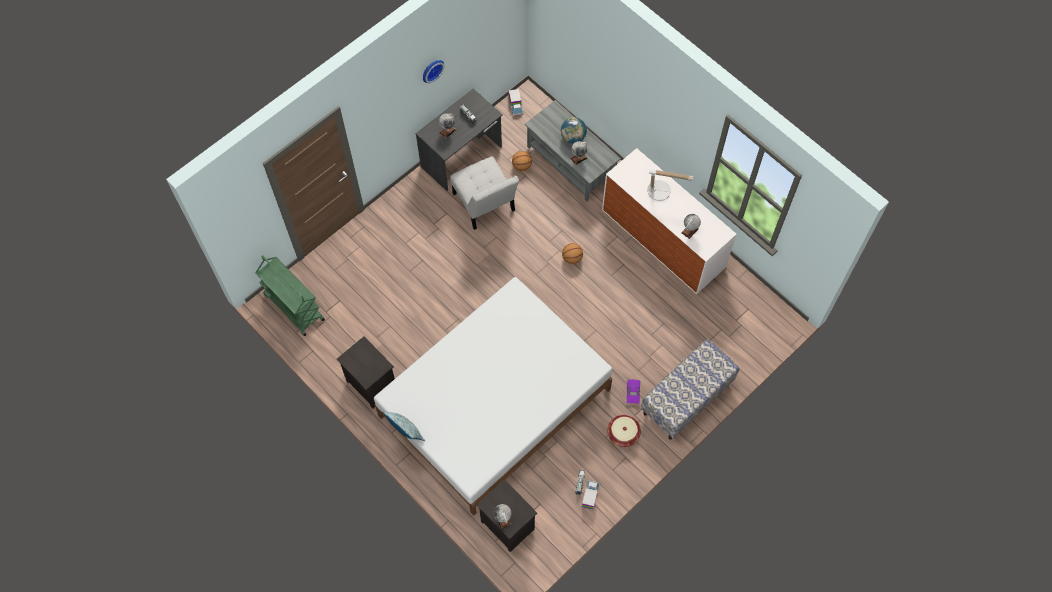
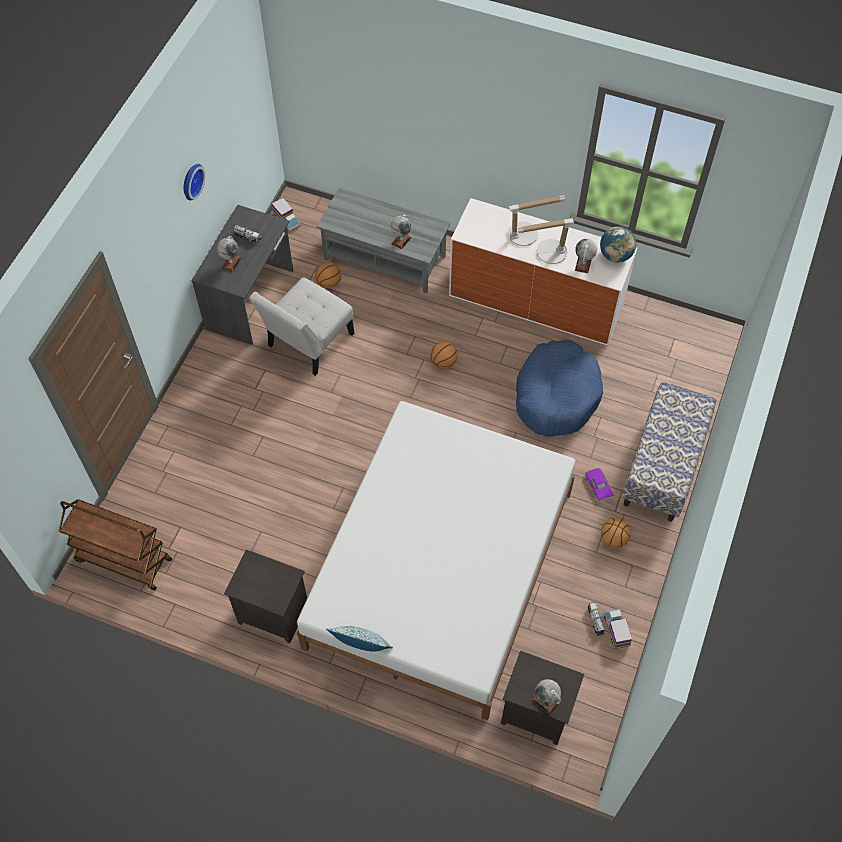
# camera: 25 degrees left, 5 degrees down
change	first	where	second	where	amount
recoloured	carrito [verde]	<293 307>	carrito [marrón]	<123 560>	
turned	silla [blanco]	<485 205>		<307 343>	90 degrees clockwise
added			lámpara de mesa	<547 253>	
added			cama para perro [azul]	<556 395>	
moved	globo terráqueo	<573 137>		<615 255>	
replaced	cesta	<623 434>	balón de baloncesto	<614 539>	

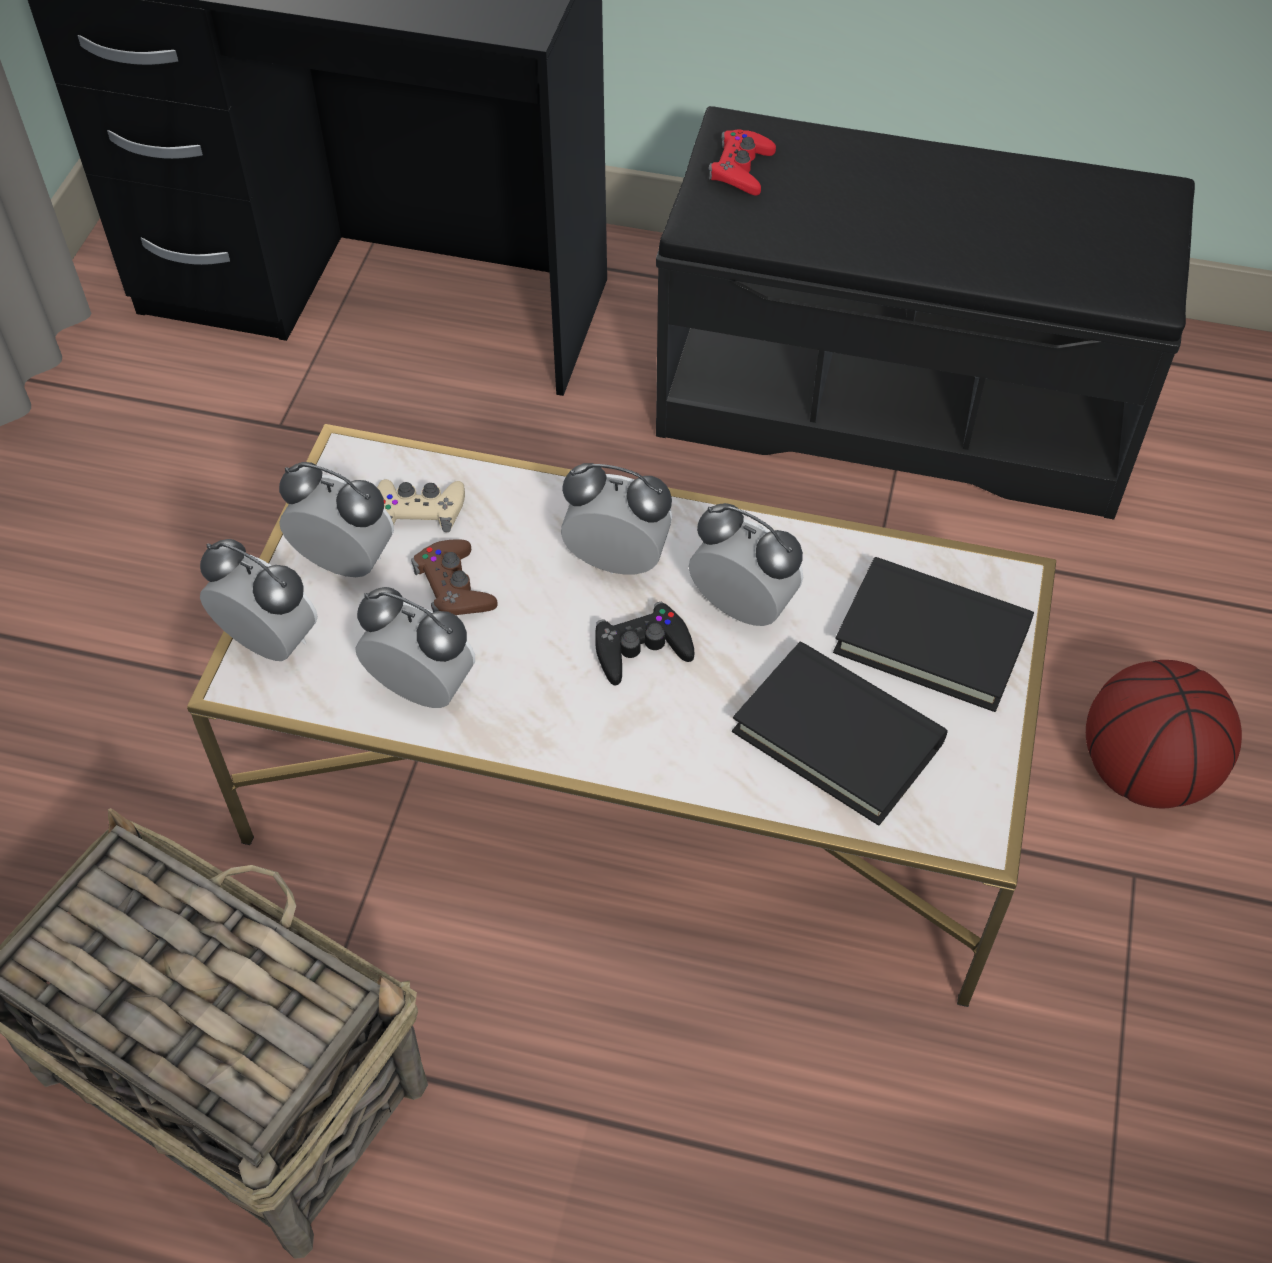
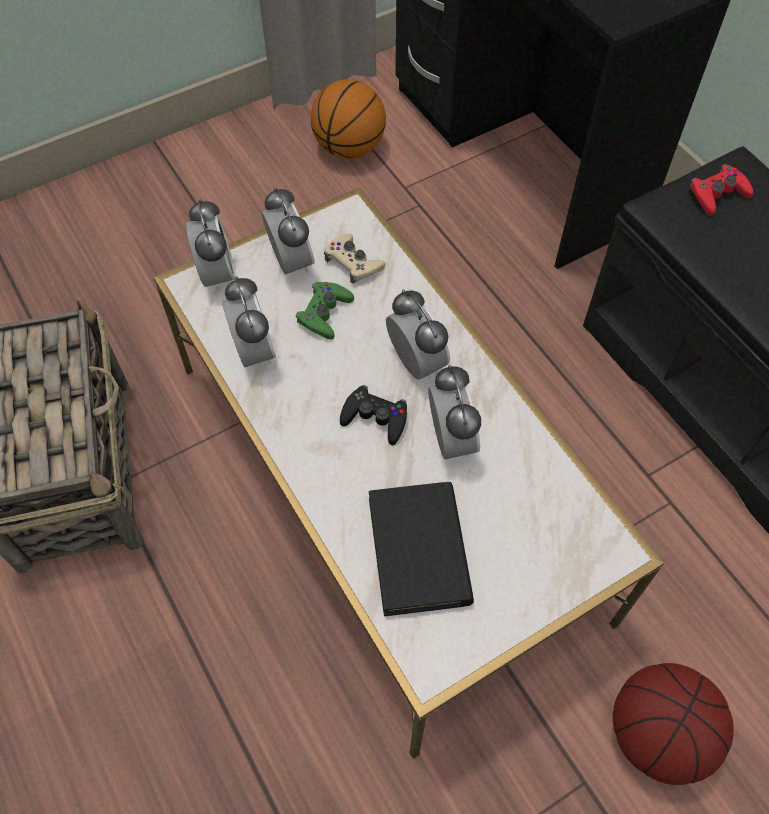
# camera: 45 degrees right, 5 degrees up
change	first	where	second	where	amount
recoloured	mando de consola [marrón]	<454 587>	mando de consola [verde]	<325 313>	
added			balón de baloncesto	<350 148>	
removed	libro [negro]	<932 639>			

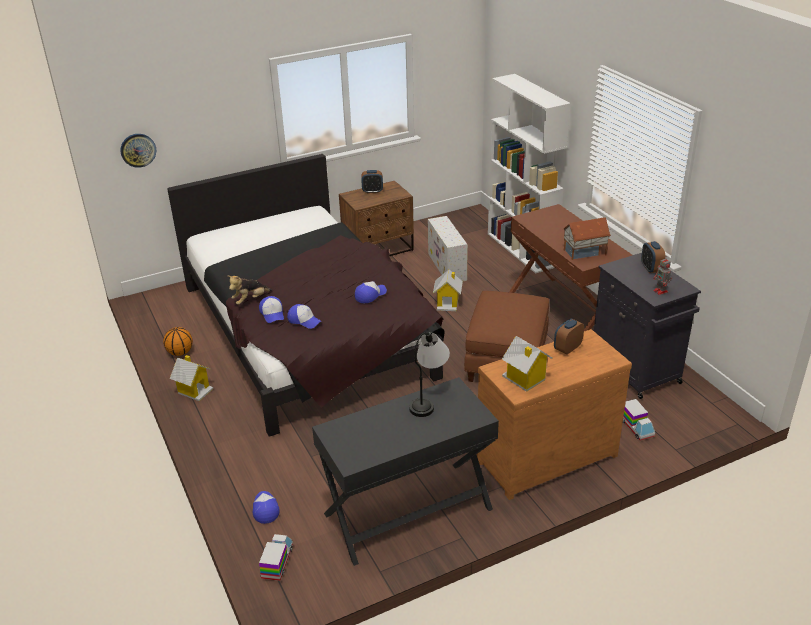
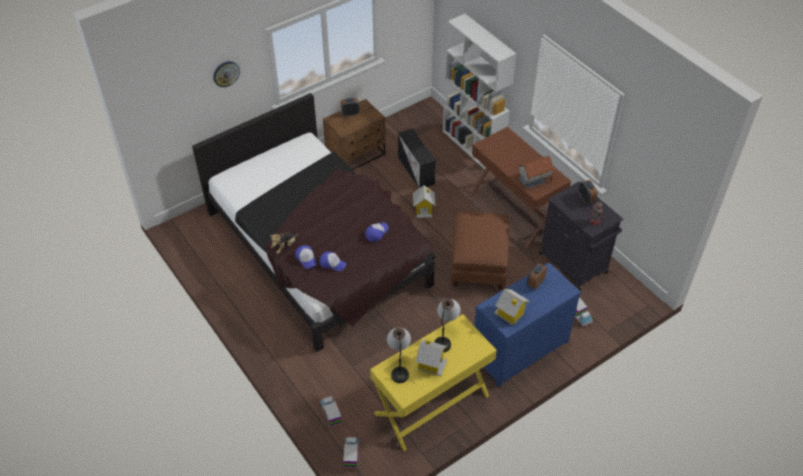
# camera: 10 degrees left, 15 degrees up
change	first	where	second	where	amount
moved	reloj de pared	<138 150>		<226 73>	
replaced	gorra	<265 509>	camión de juguete	<331 414>	
recoloured	escritorio [negro]	<408 512>	escritorio [amarillo]	<432 405>	
added			lámpara de mesa	<399 365>	
recoloured	caja de almacenaje [blanco]	<447 267>	caja de almacenaje [negro]	<416 171>	
moved	casita	<194 390>		<431 364>	
recoloured	cómoda [marrón]	<543 456>	cómoda [azul]	<517 347>	
removed	balón de baloncesto	<180 352>			

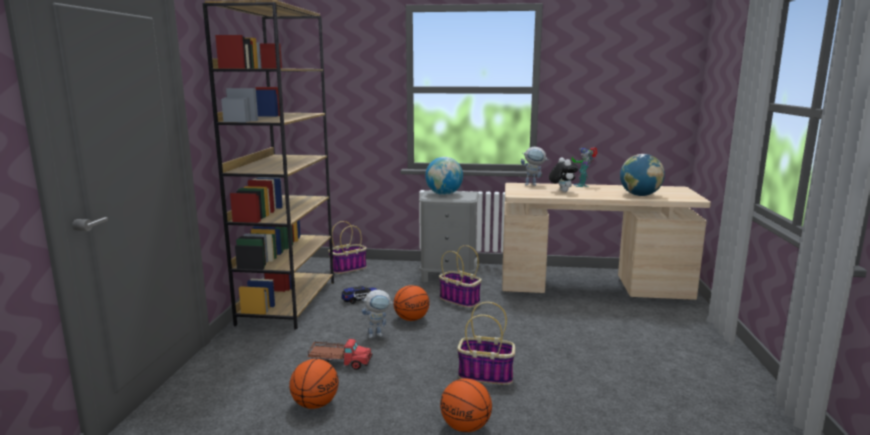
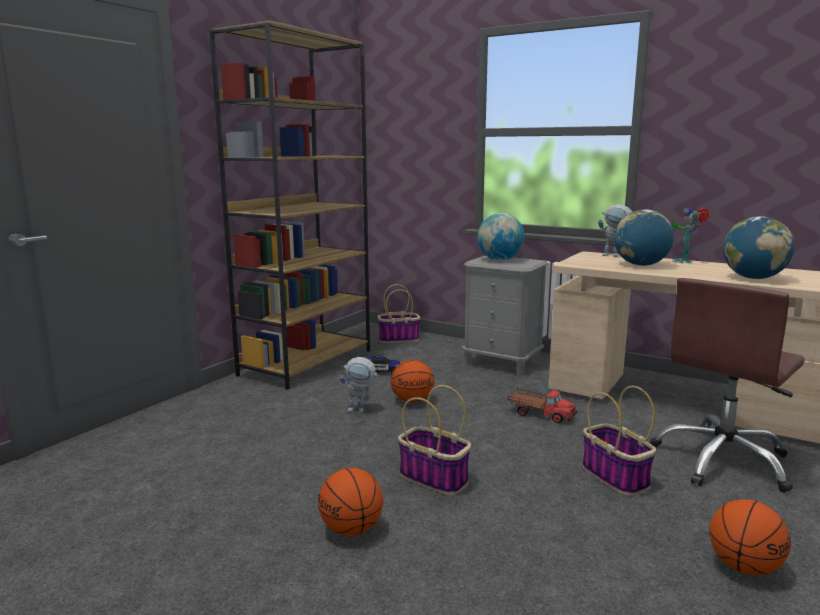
# camera: 25 degrees right, 0 degrees up
change	first	where	second	where	amount
moved	camión de juguete	<339 362>		<540 414>	
moved	cesta	<460 300>		<616 477>	
replaced	peluche	<561 191>	globo terráqueo	<641 265>	
added			silla de oficina [marrón]	<722 460>	
moved	balón de baloncesto	<315 404>		<744 566>	

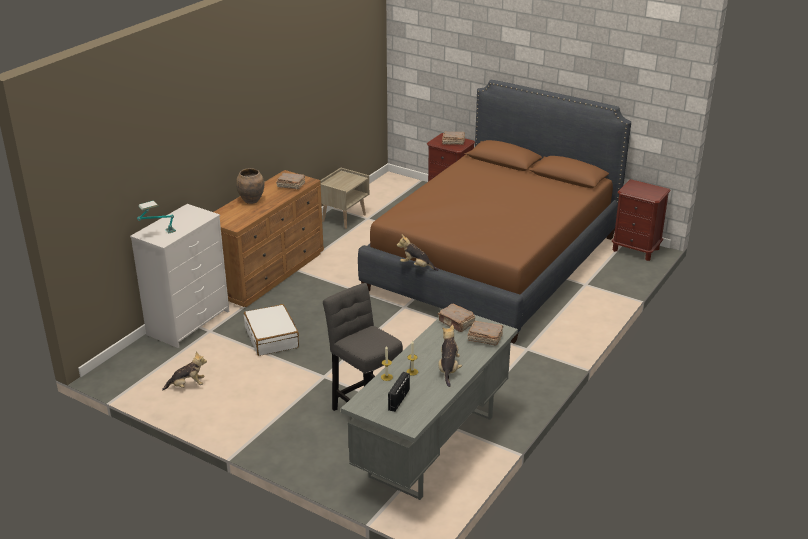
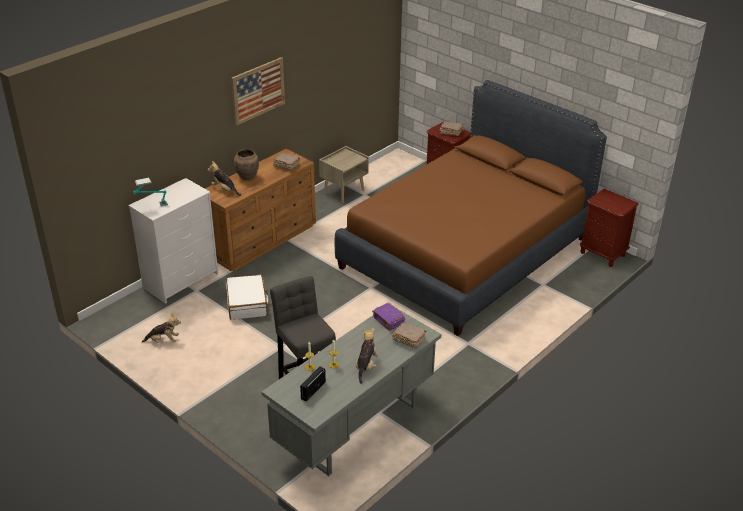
# camera: 10 degrees right, 5 degrees up
change	first	where	second	where	amount
moved	peluche	<416 266>		<225 190>	
added			cuadro	<258 90>	
recoloured	libro [marrón]	<456 323>	libro [morado]	<388 321>	

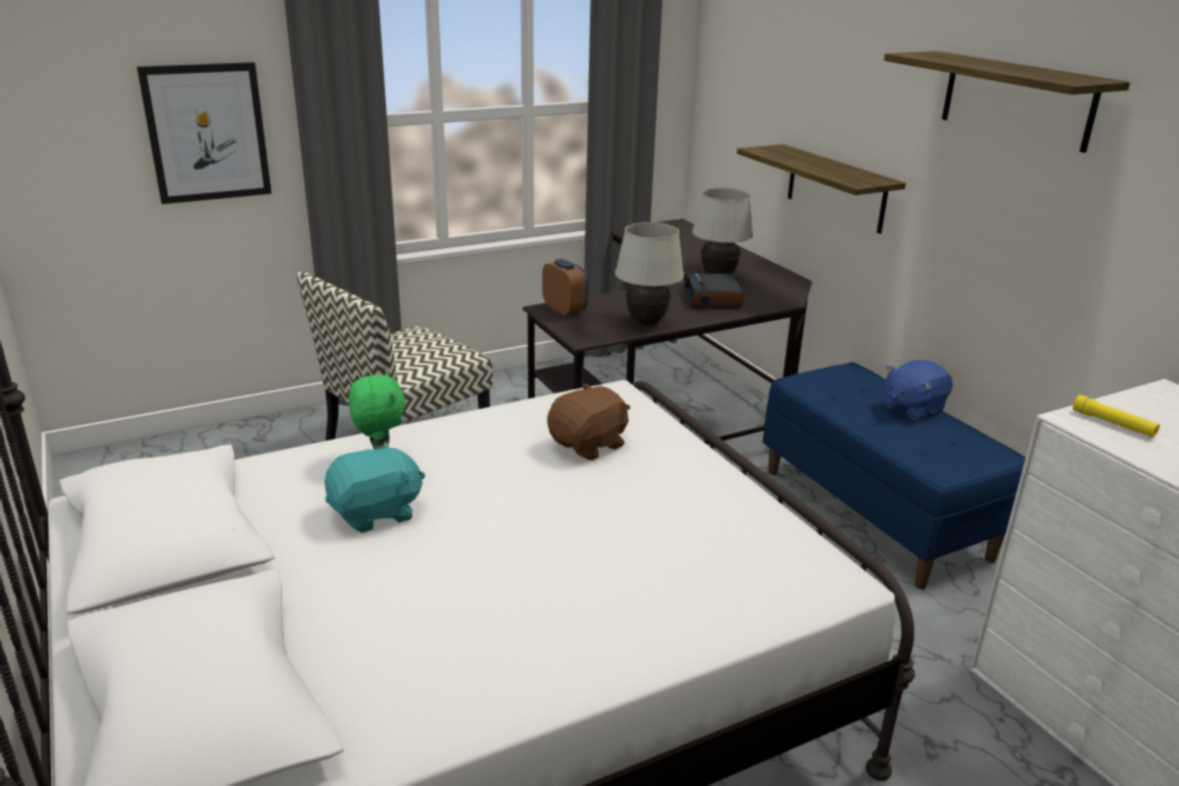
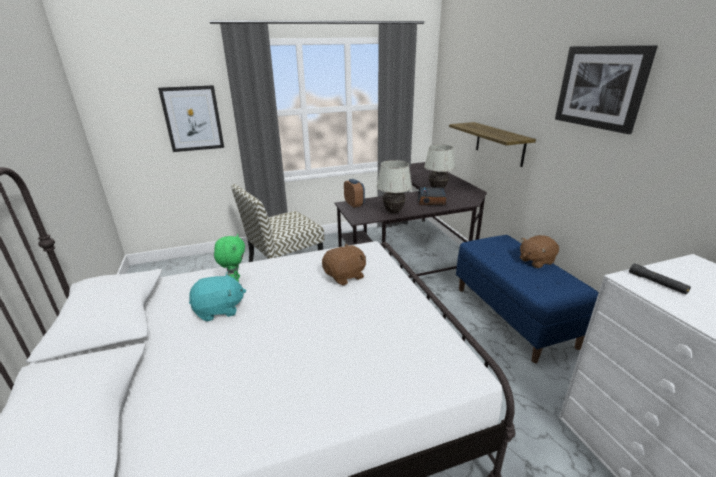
# camera: 10 degrees right, 0 degrees up
change	first	where	second	where	amount
recoloured	peluche [azul]	<912 408>	peluche [marrón]	<535 261>	
replaced	estante	<1016 100>	cuadro	<600 87>	
recoloured	linterna [amarillo]	<1113 424>	linterna [negro]	<657 283>	

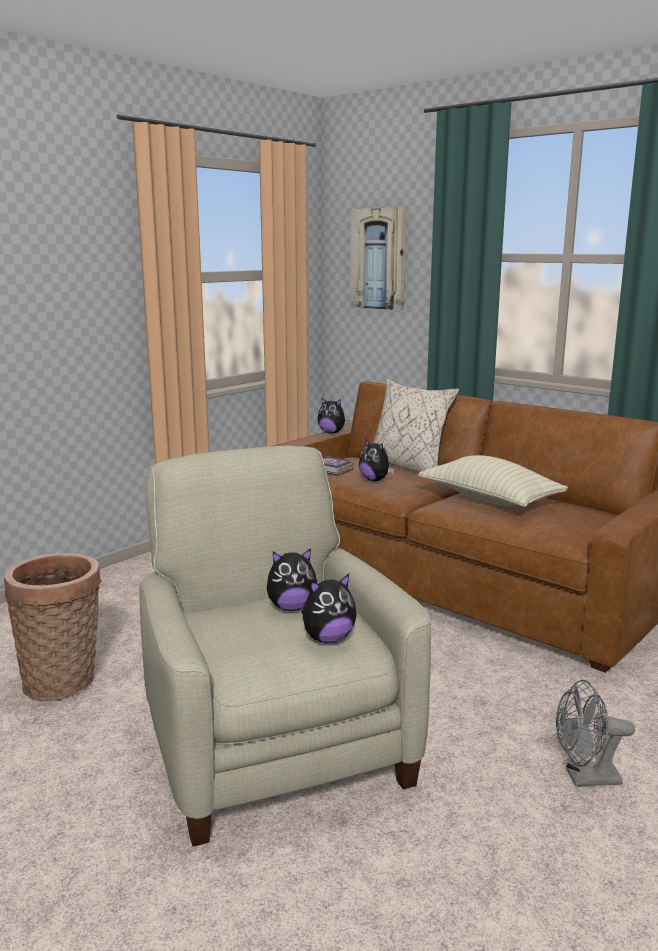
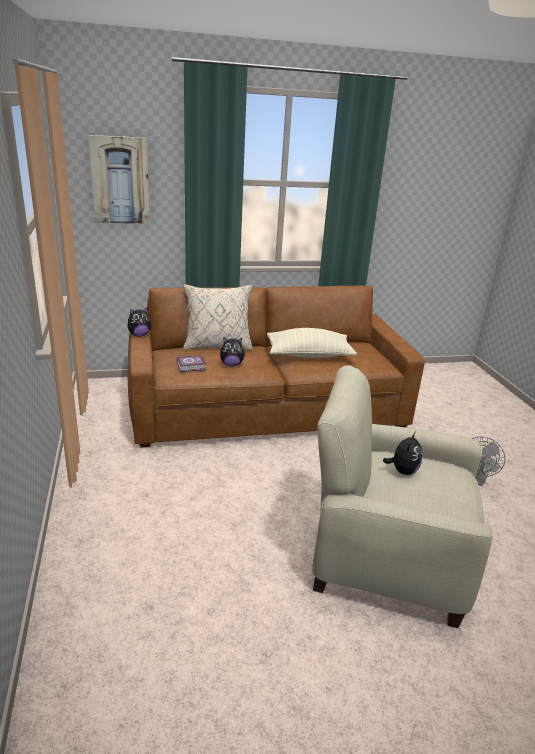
# camera: 55 degrees left, 10 degrees up
change	first	where	second	where	amount
removed	cesta	<64 681>			
removed	peluche	<328 639>			

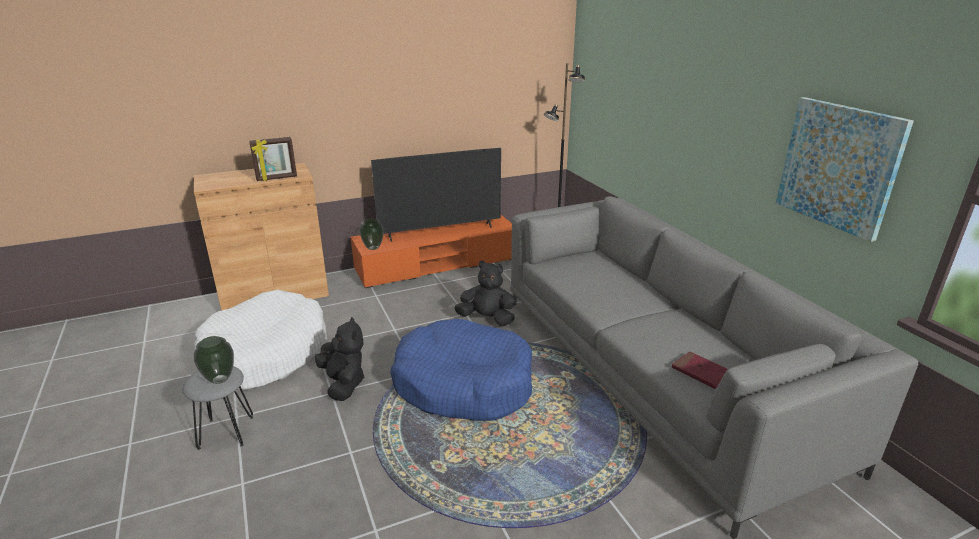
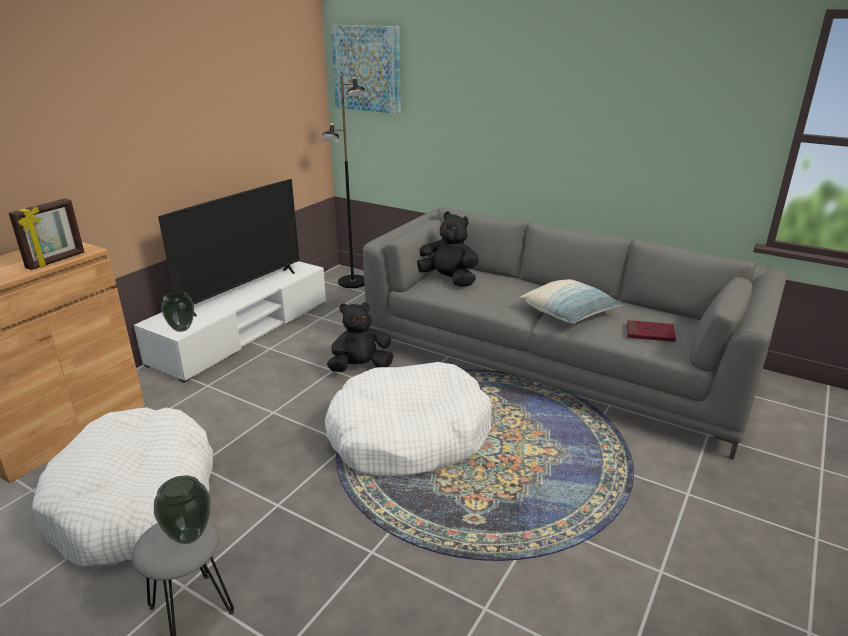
# camera: 35 degrees left, 0 degrees up
change	first	where	second	where	amount
recoloured	mueble de televisión [naranja]	<437 264>	mueble de televisión [blanco]	<243 331>	
recoloured	cama para perro [azul]	<463 384>	cama para perro [blanco]	<408 436>	
moved	cuadro	<839 166>		<367 68>	
moved	peluche [negro]	<343 384>		<447 280>	
added			cojín	<569 313>	

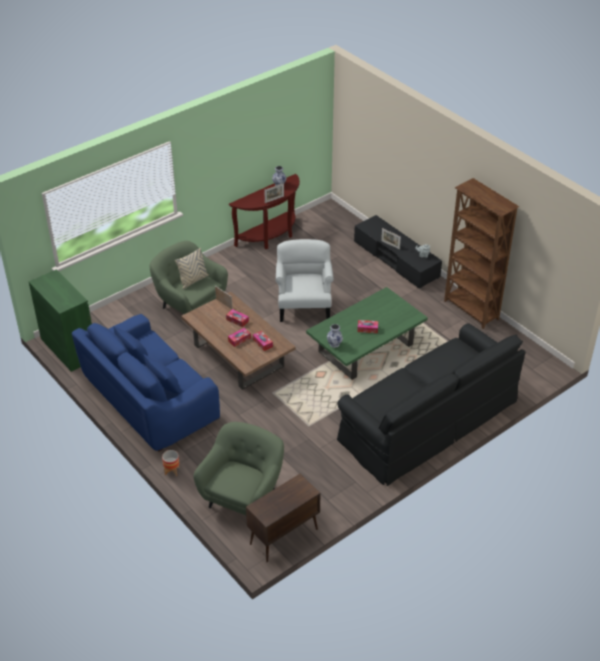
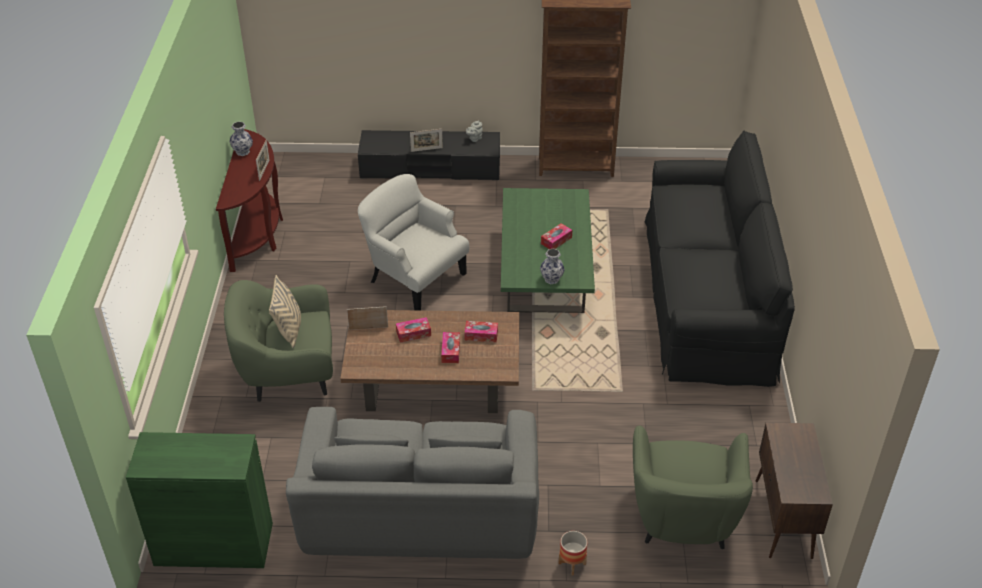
# camera: 50 degrees left, 0 degrees up
change	first	where	second	where	amount
recoloured	sofá [azul]	<150 401>	sofá [gris]	<420 514>	
turned	sillón [verde]	<243 496>		<683 518>	150 degrees counterclockwise

